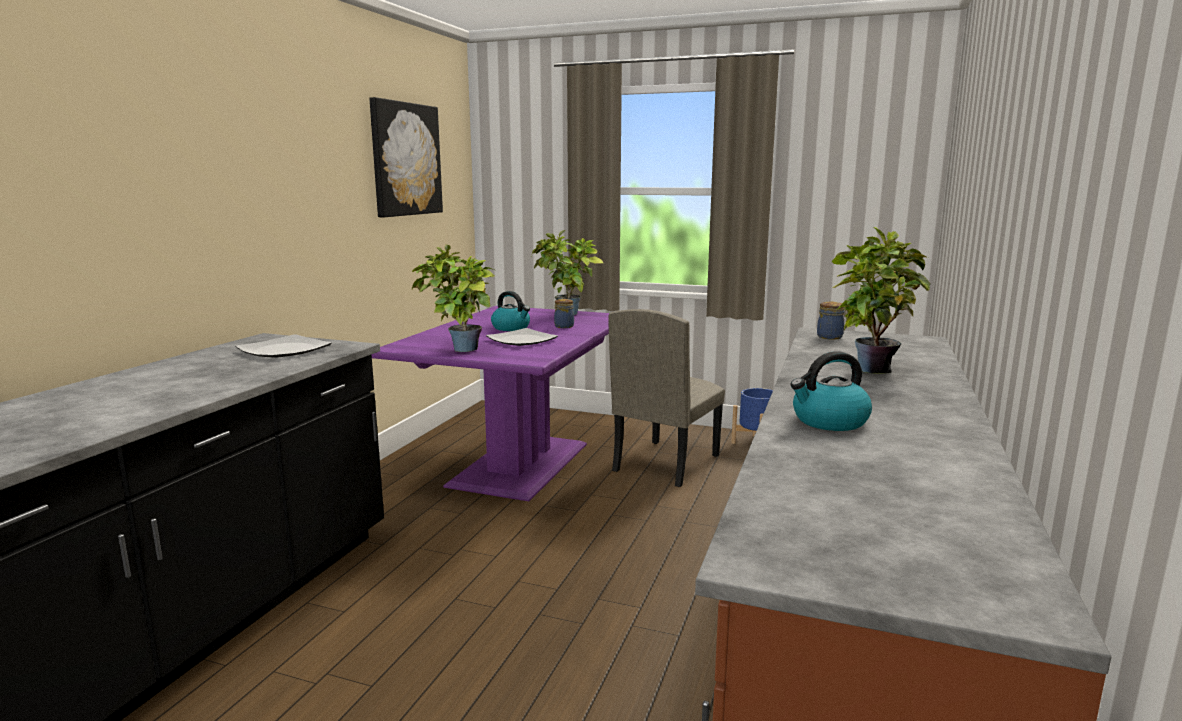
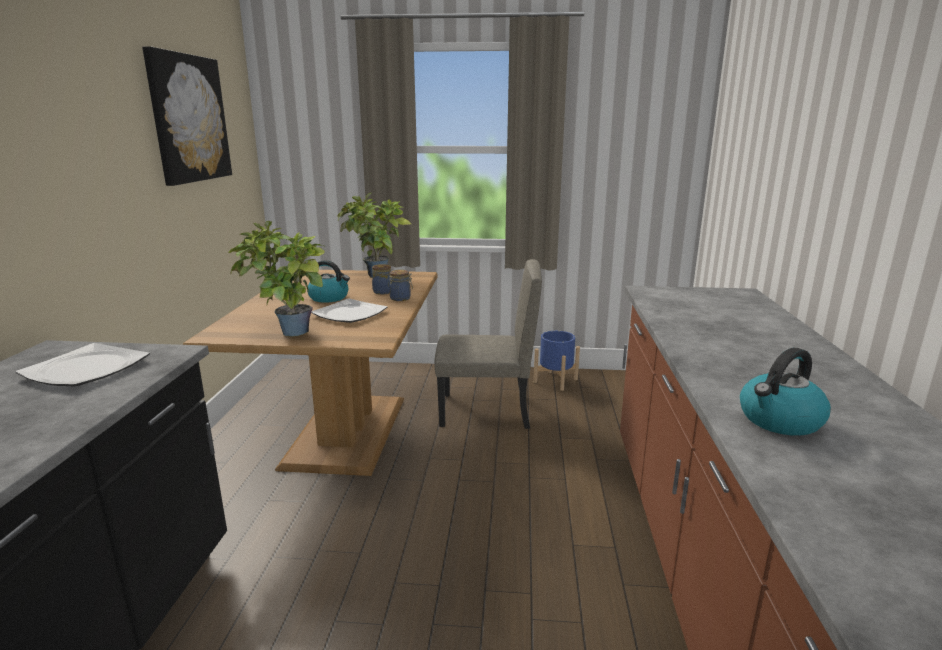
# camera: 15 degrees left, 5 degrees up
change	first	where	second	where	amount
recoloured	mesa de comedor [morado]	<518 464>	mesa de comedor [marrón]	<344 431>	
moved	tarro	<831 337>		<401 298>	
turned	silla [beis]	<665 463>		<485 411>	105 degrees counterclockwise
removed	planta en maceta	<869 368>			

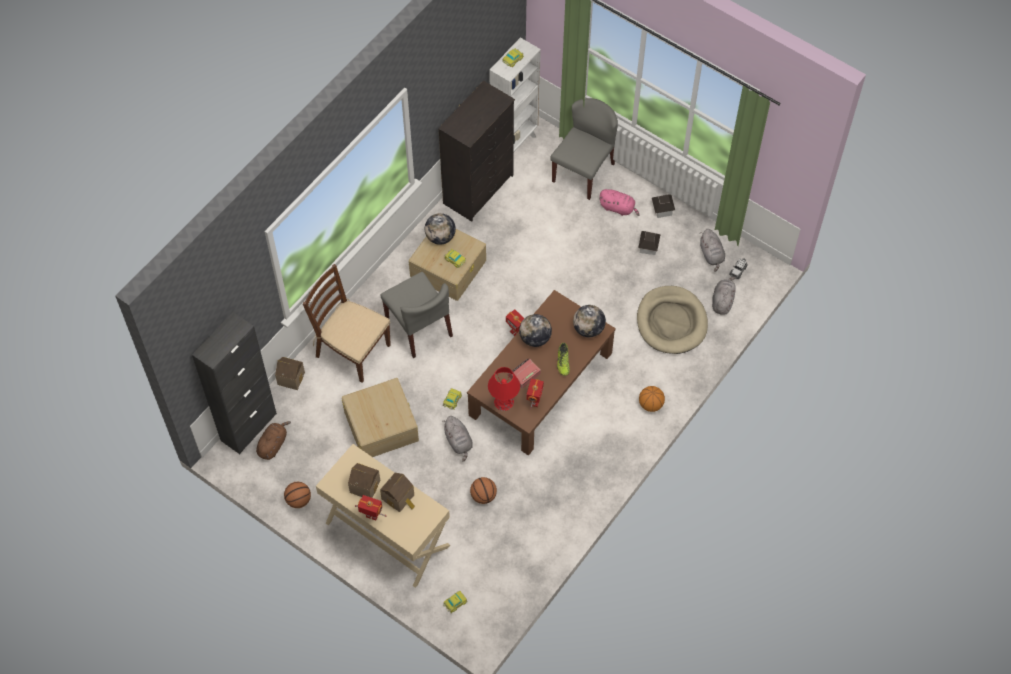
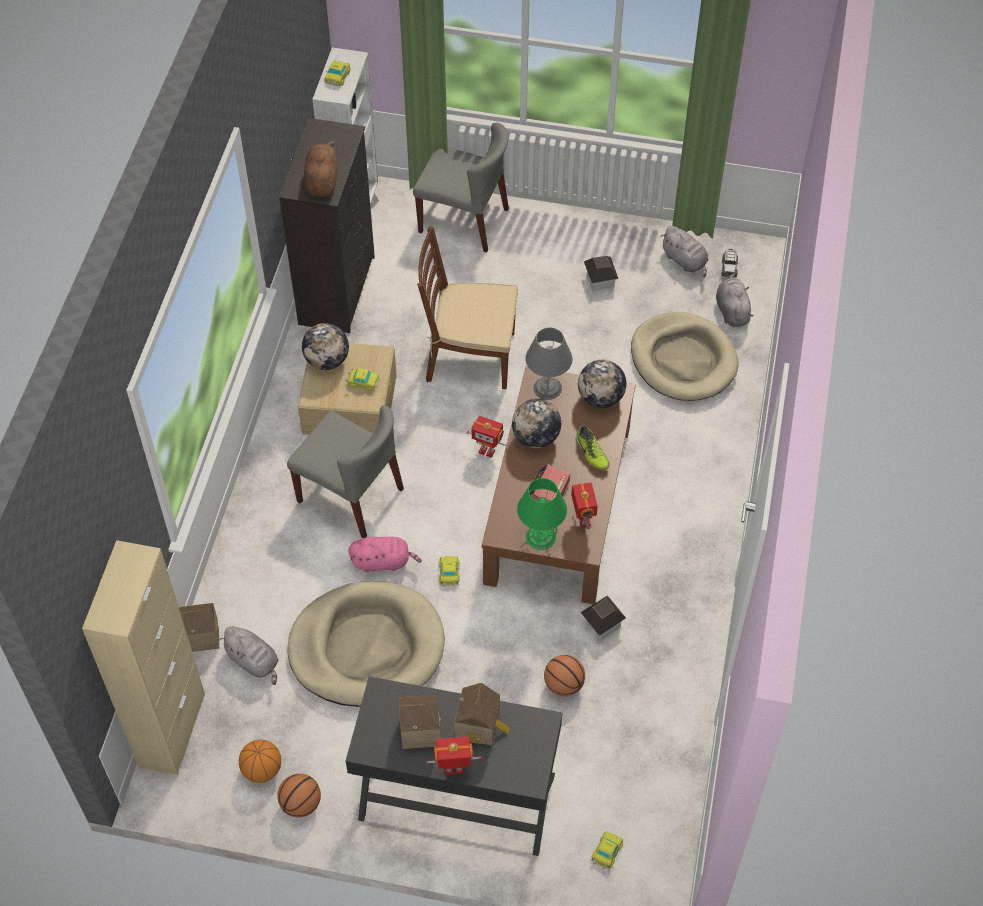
# camera: 25 degrees left, 5 degrees down
change	first	where	second	where	amount
recoloured	armario [negro]	<248 427>	armario [beis]	<172 730>	
moved	peluche [gris]	<458 442>		<254 661>	
moved	balón de baloncesto	<650 404>		<262 769>	
replaced	caja de almacenaje [beis]	<381 425>	cama para perro [beis]	<367 647>	
moved	peluche [marrón]	<273 444>		<322 180>	
recoloured	escritorio [beis]	<387 534>	escritorio [negro]	<456 797>	
moved	peluche [rosa]	<618 208>		<383 562>	
turned	silla [gris]	<583 172>		<464 221>	105 degrees clockwise
moved	silla [marrón]	<352 350>		<469 356>	
recoloured	lámpara de mesa [rojo]	<504 401>	lámpara de mesa [verde]	<541 537>	
added			lámpara de mesa [gris]	<547 388>	
moved	casita	<662 210>		<602 624>	

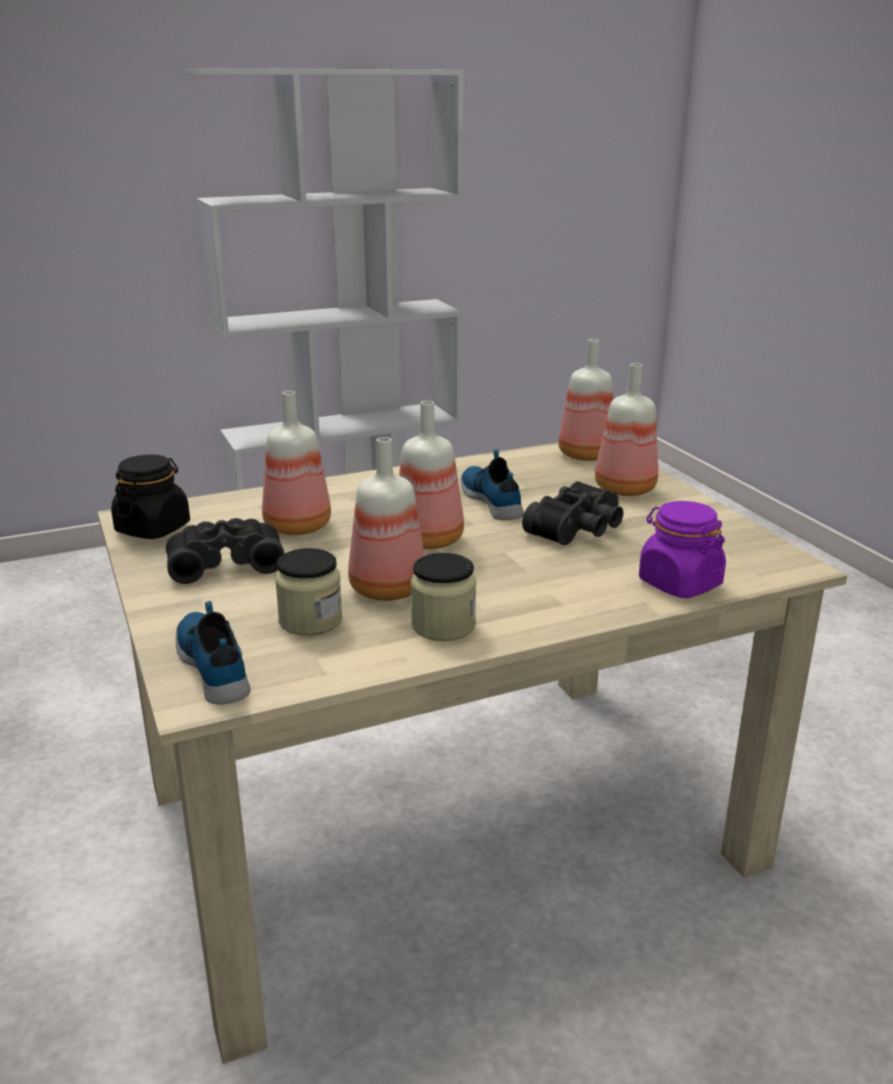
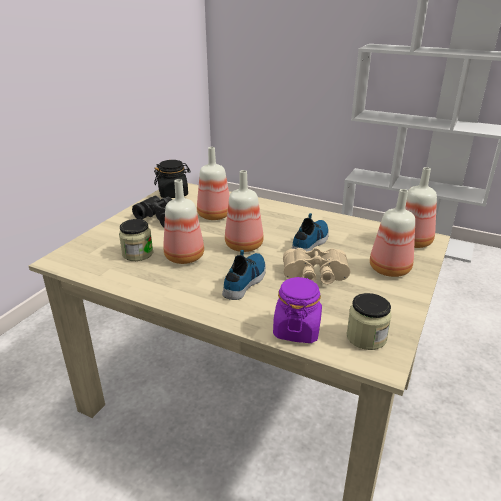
# camera: 50 degrees right, 5 degrees up
change	first	where	second	where	amount
moved	zapato	<215 664>		<246 280>	
recoloured	prismáticos [negro]	<579 530>	prismáticos [beis]	<315 276>	
moved	tarro	<443 625>		<366 337>	

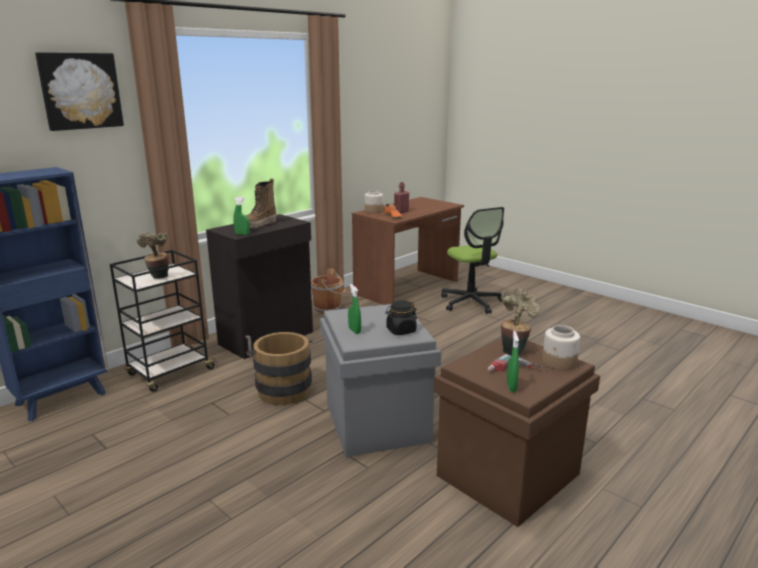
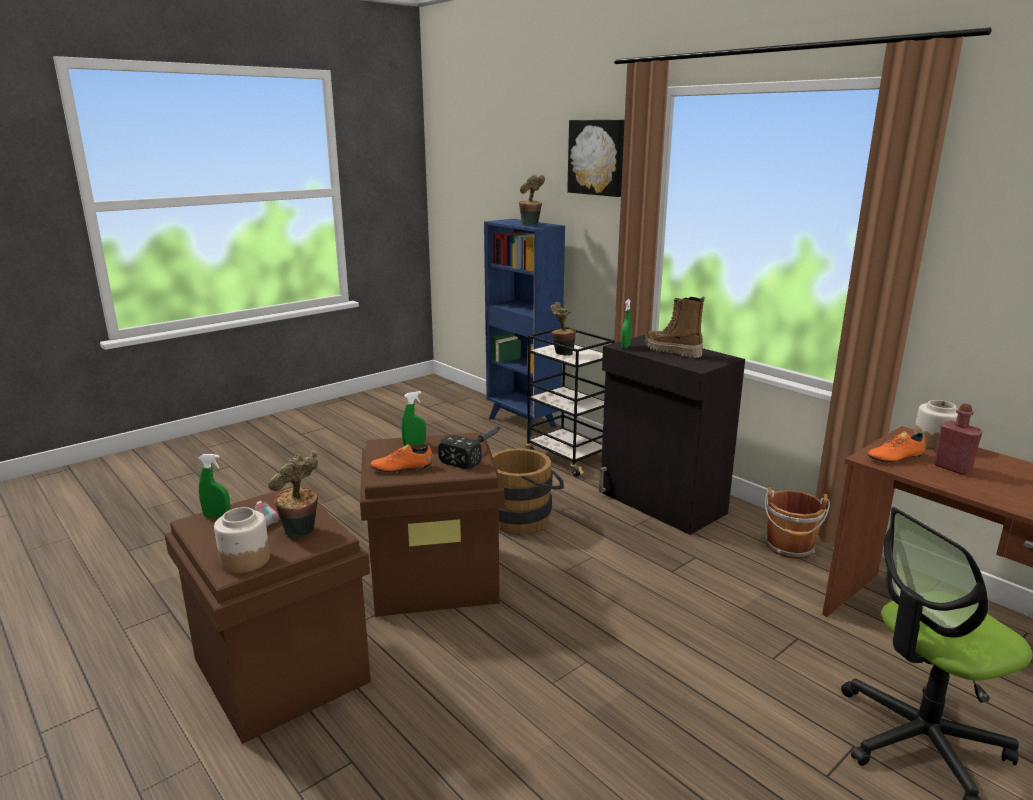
# camera: 95 degrees right, 0 degrees up
change	first	where	second	where	amount
recoloured	caja de almacenaje [gris]	<376 421>	caja de almacenaje [marrón]	<435 577>	
replaced	tarro [negro]	<401 331>	zapato [naranja]	<402 468>	
added			martillo	<477 451>	
added			planta en maceta	<531 225>	

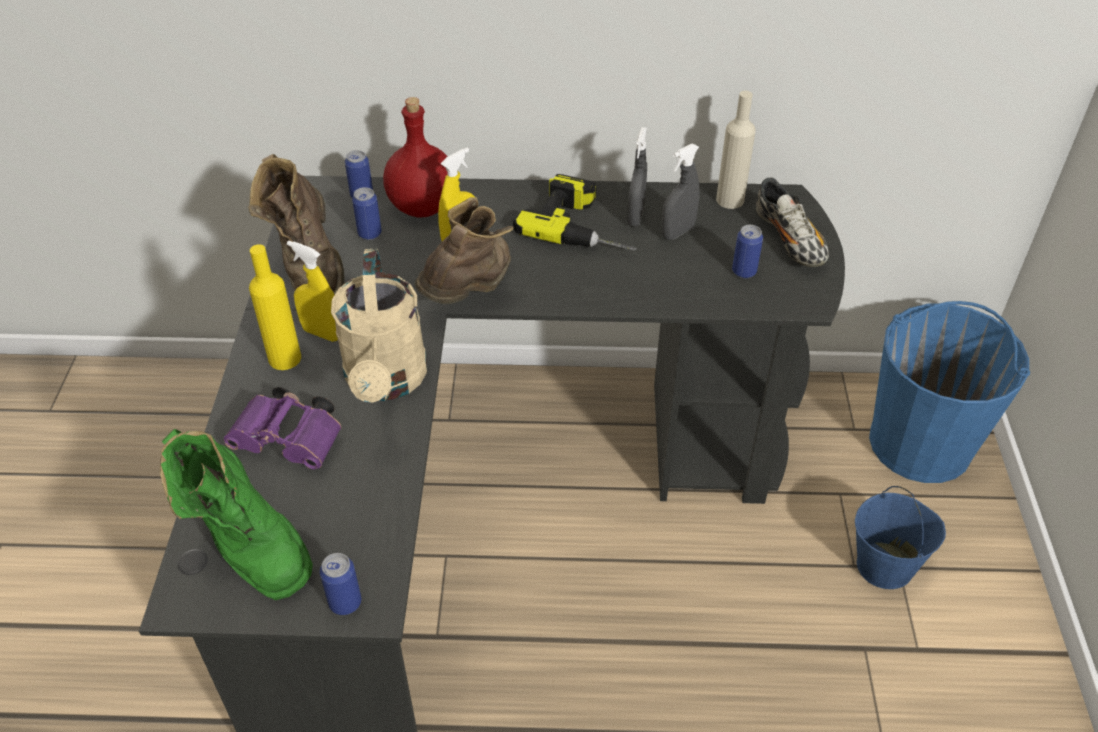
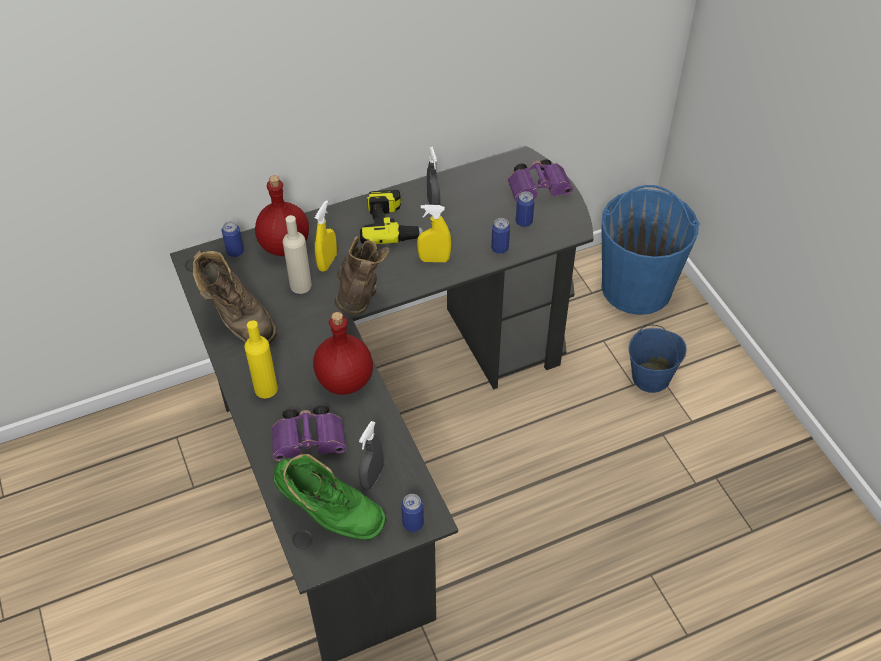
# camera: 25 degrees left, 5 degrees up
change	first	where	second	where	amount
moved	botella [beis]	<730 200>		<300 285>	
replaced	regadera [beis]	<386 382>	botella [rojo]	<345 379>	
moved	pulverizador [gris]	<677 232>		<372 478>	
moved	pulverizador [amarillo]	<322 333>		<434 259>	
moved	lata	<369 233>		<500 248>	
replaced	zapato	<789 240>	prismáticos [morado]	<540 190>	

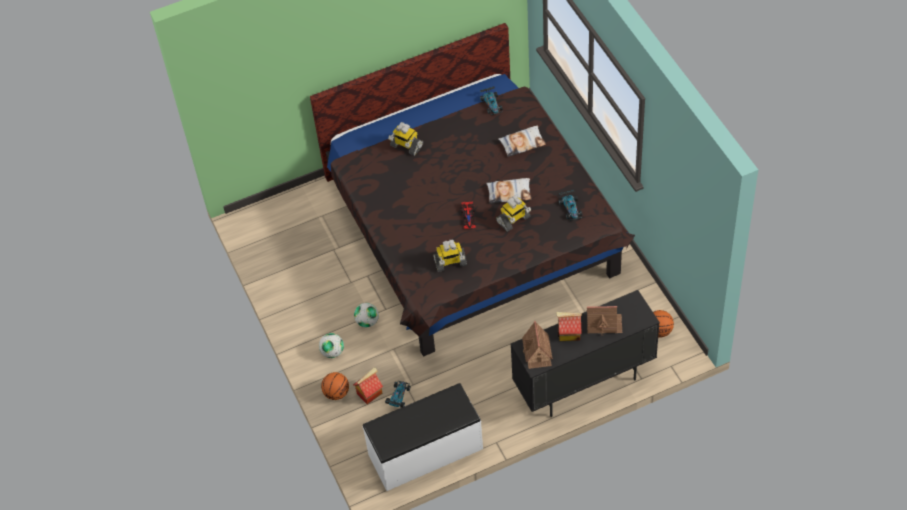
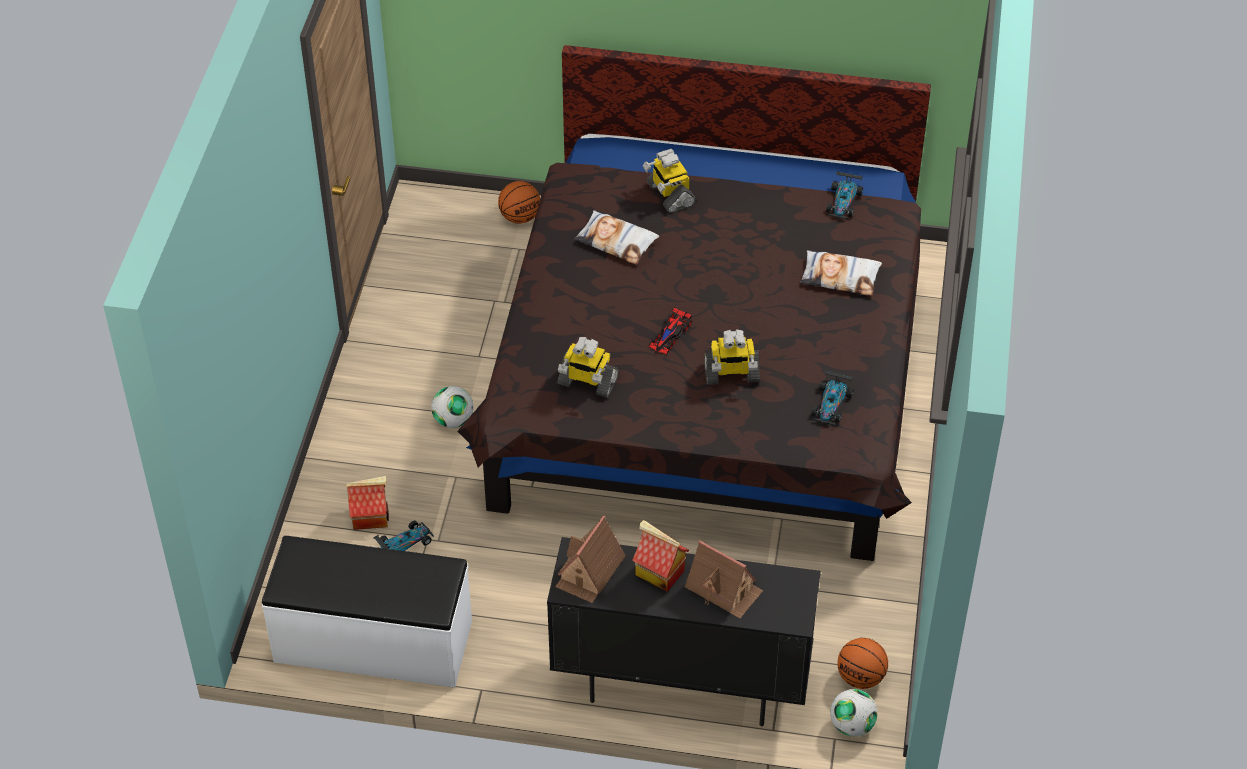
# camera: 30 degrees right, 5 degrees down
change	first	where	second	where	amount
moved	balón de baloncesto	<336 393>		<520 217>	
moved	cojín	<509 193>		<616 241>	
moved	balón de fútbol	<332 352>		<852 725>	

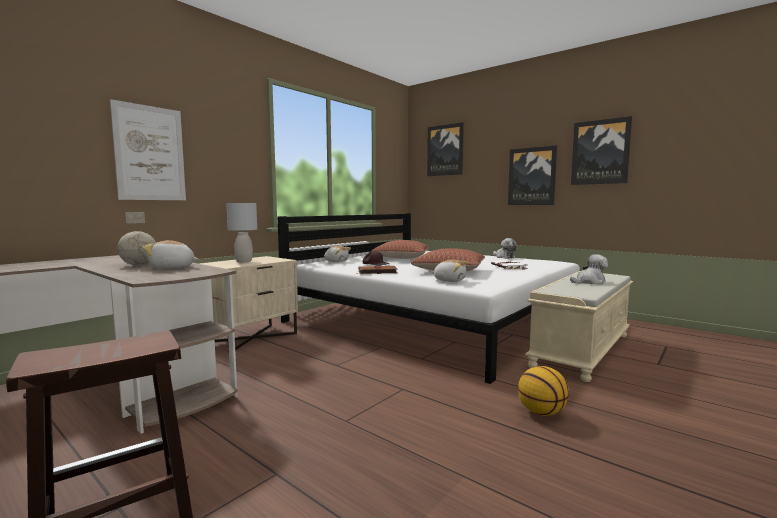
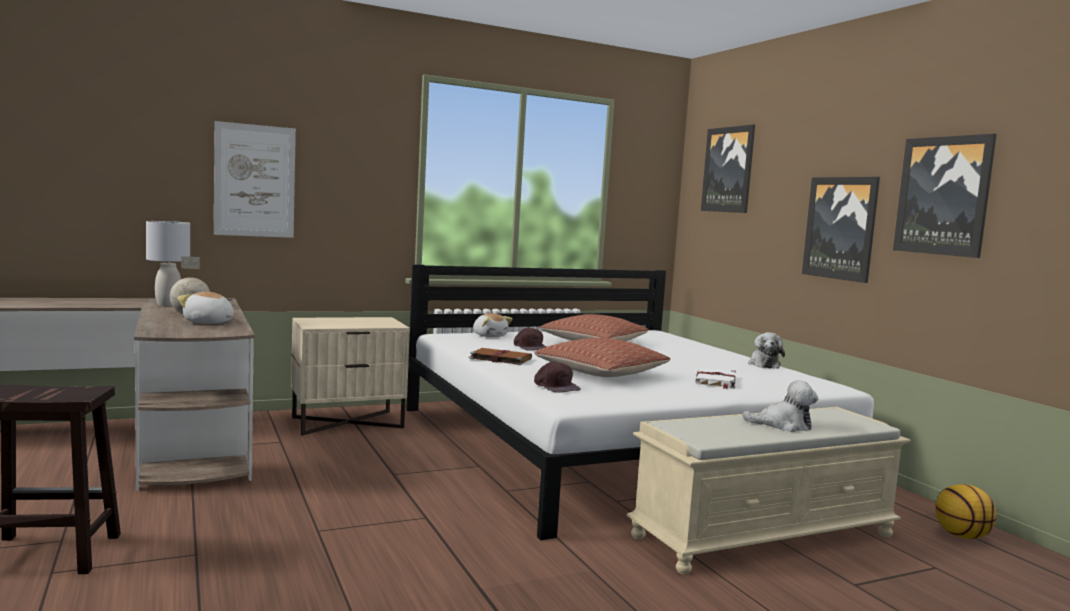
# camera: 25 degrees right, 0 degrees up
change	first	where	second	where	amount
moved	lámpara de mesa [gris]	<243 261>		<168 304>	
replaced	peluche	<449 280>	gorra [marrón]	<556 386>	
moved	balón de baloncesto	<541 412>		<961 536>	

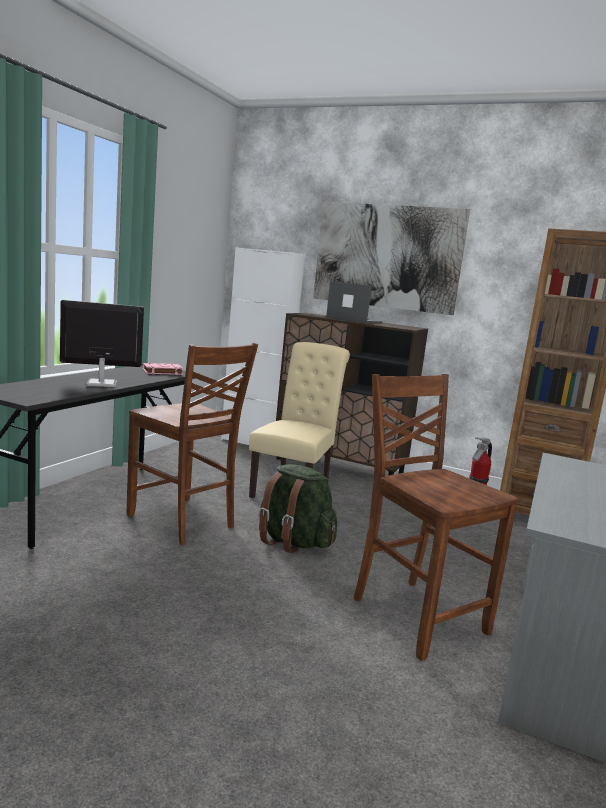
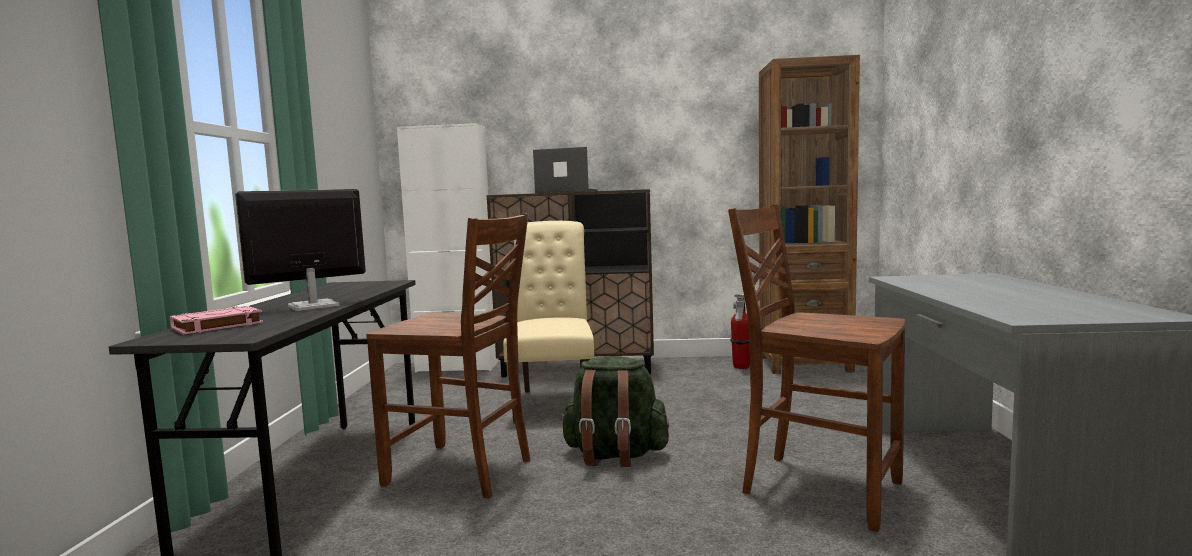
# camera: 20 degrees left, 5 degrees down
change	first	where	second	where	amount
moved	libro [rosa]	<162 372>		<216 326>	
removed	cuadro	<387 257>			

